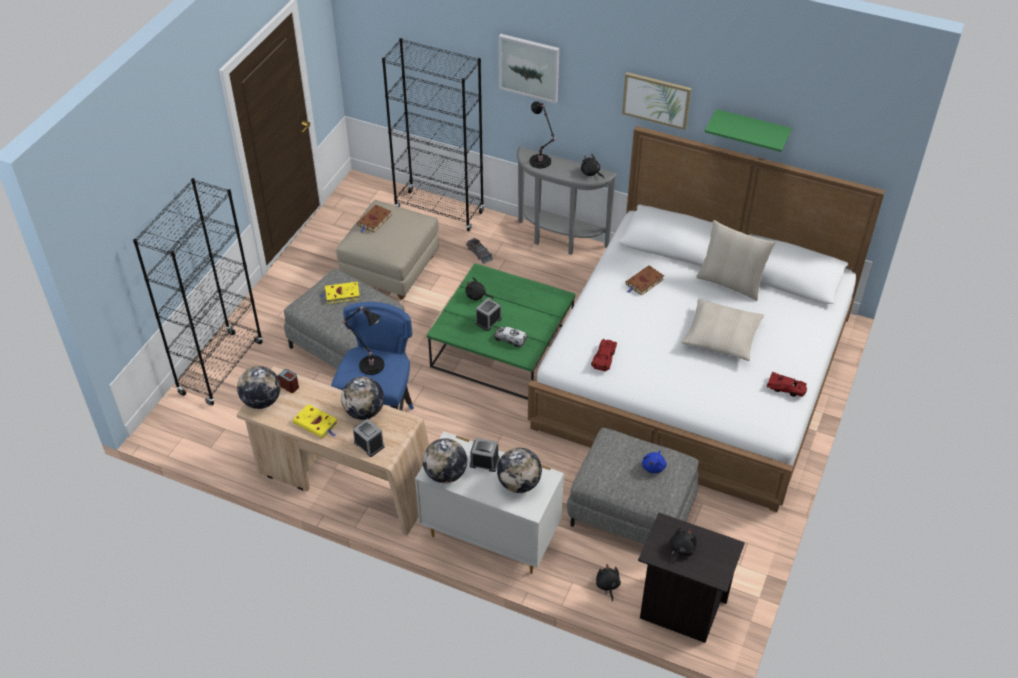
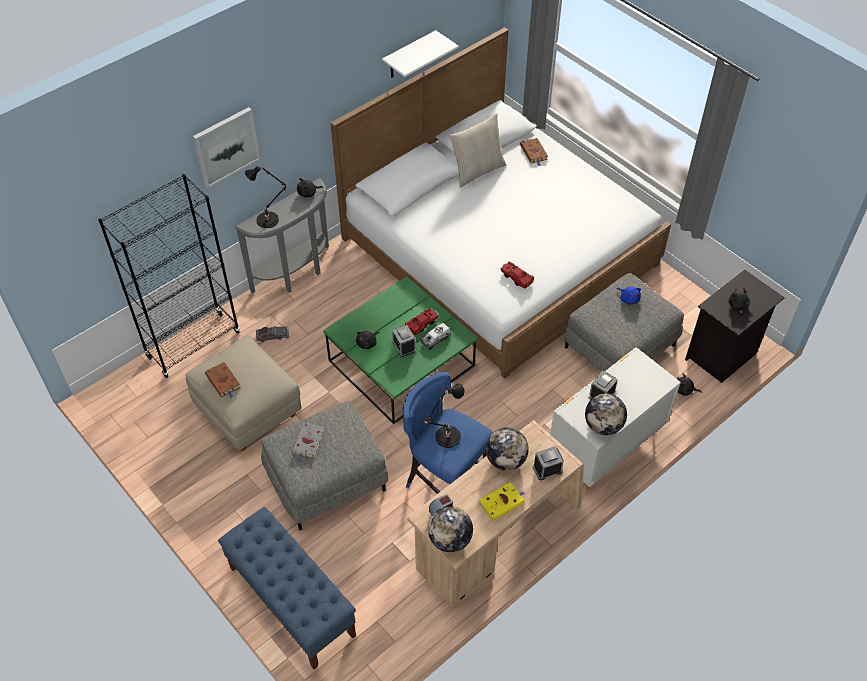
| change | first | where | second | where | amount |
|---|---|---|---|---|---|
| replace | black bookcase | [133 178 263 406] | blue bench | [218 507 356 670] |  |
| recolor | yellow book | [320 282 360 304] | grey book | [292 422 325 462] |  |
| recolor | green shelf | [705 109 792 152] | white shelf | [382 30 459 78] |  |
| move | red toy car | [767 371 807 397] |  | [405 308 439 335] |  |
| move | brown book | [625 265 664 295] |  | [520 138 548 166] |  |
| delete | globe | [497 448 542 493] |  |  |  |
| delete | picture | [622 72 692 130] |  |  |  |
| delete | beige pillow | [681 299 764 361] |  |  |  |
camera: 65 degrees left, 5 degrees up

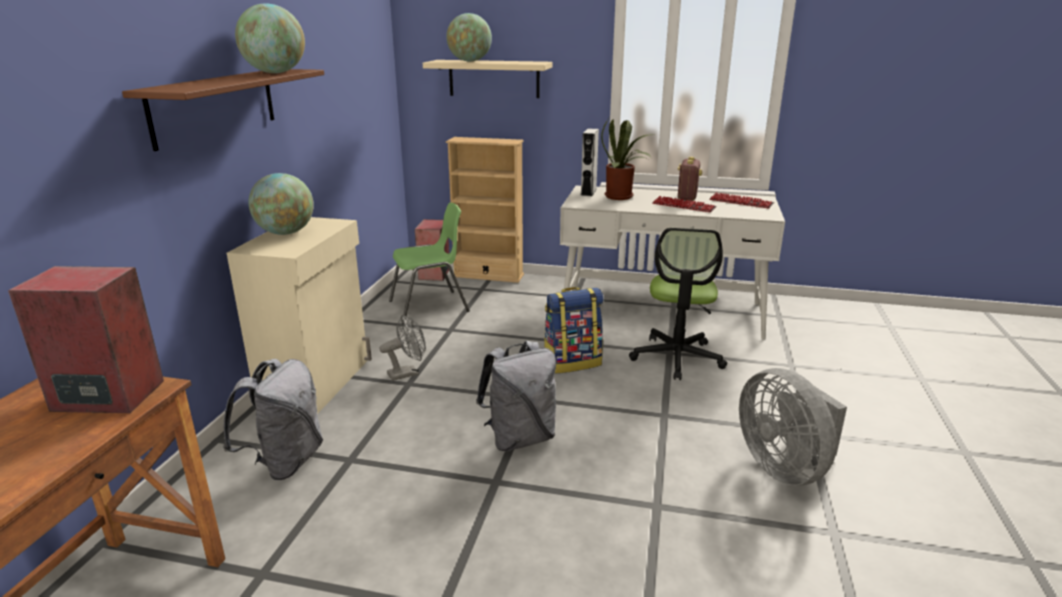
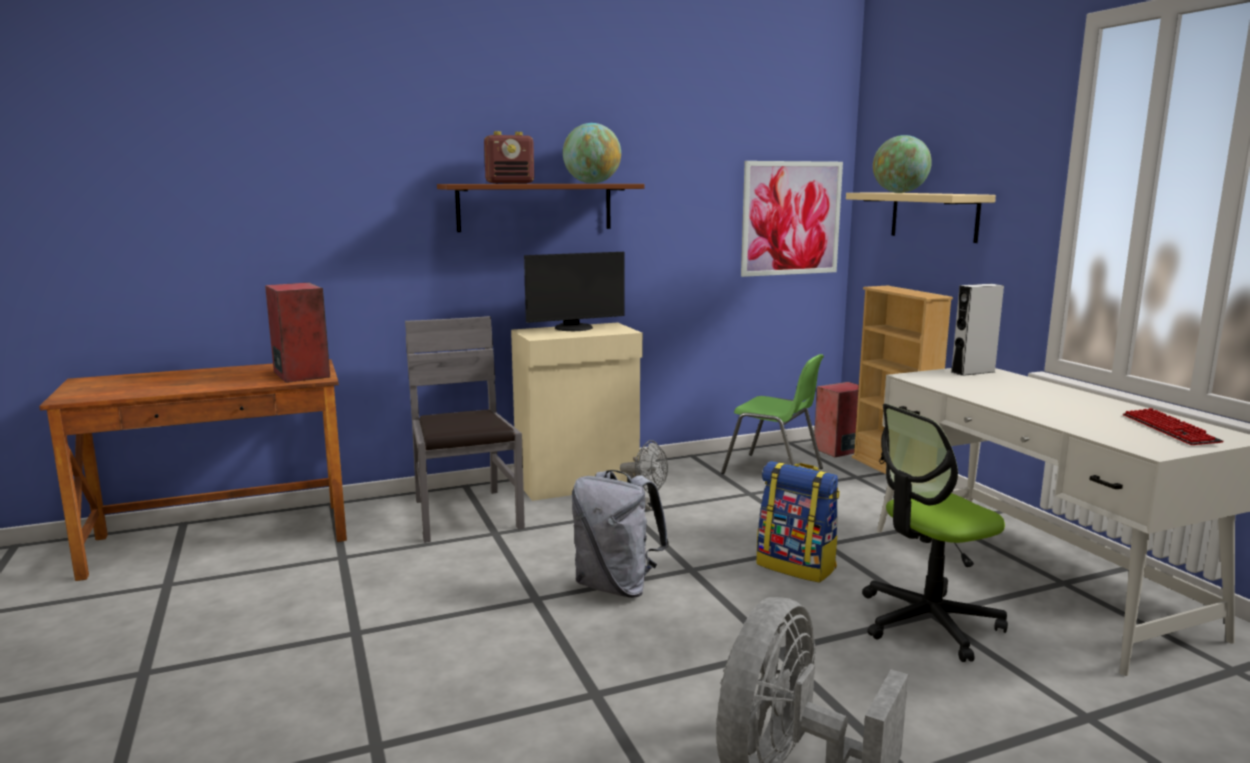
| change | first | where | second | where | amount |
|---|---|---|---|---|---|
| replace | grey backpack | [223 359 323 481] | grey chair | [405 316 525 543] |  |
| move | radio | [677 157 702 201] |  | [484 131 534 184] |  |
| replace | globe | [248 173 314 235] | monitor | [524 252 625 331] |  |
| insert |  |  | picture | [741 161 843 277] |  |
| delete | potted plant | [601 119 656 200] |  |  |  |
| delete | keyboard | [652 196 717 212] |  |  |  |
camera: 55 degrees right, 10 degrees down

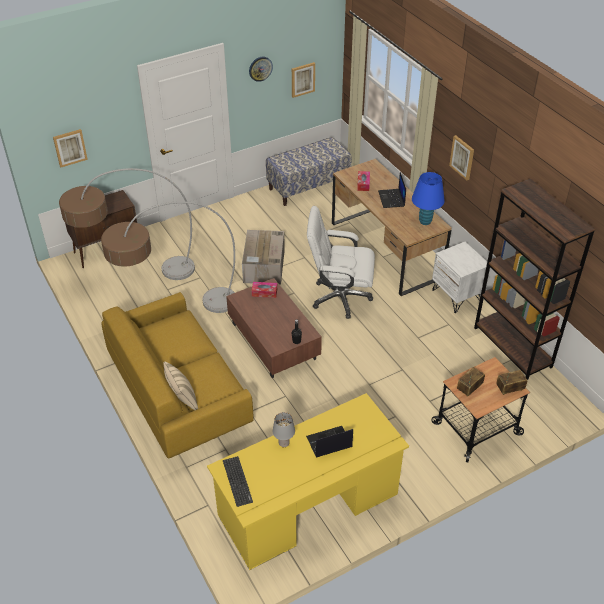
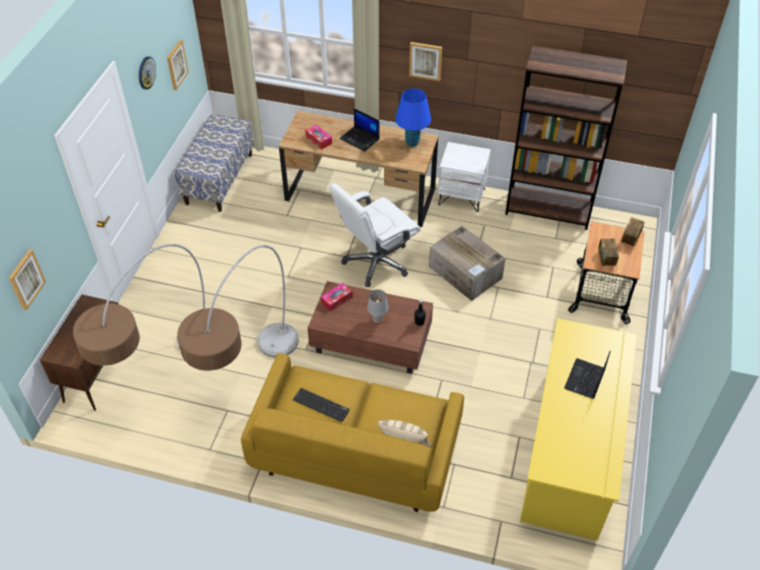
| change | first | where | second | where | amount |
|---|---|---|---|---|---|
| move | keyboard | [223 456 253 507] |  | [293 388 350 422] |  |
| move | grey table lamp | [273 412 295 447] |  | [367 289 389 323] |  |
| move | cardboard box | [242 230 285 285] |  | [429 225 506 301] |  |
camera: 45 degrees left, 5 degrees up

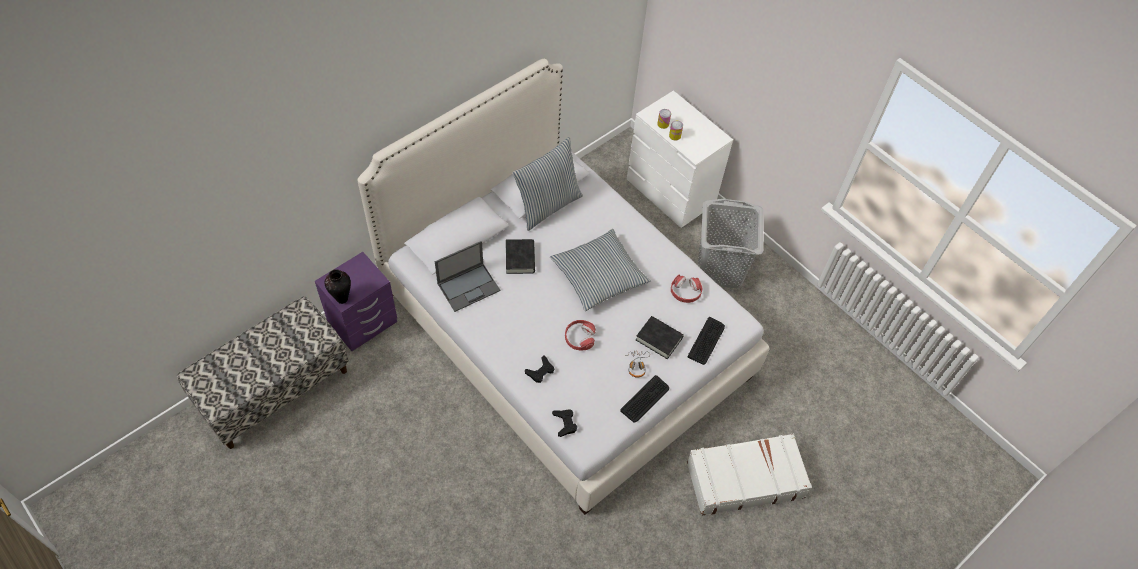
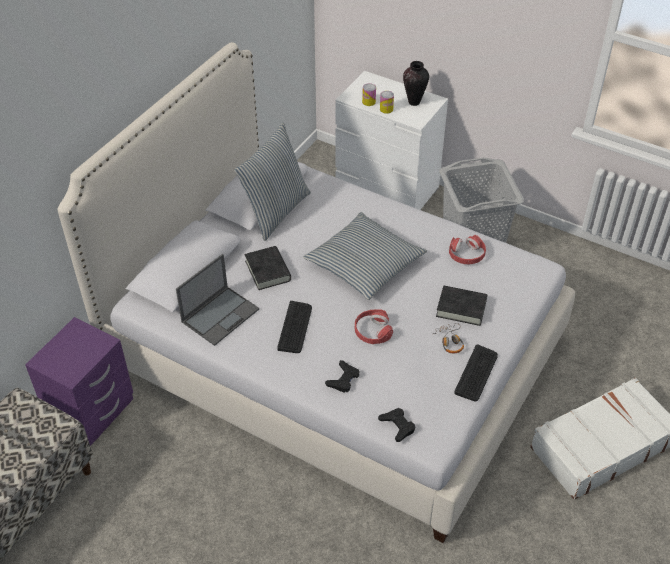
| change | first | where | second | where | amount |
|---|---|---|---|---|---|
| move | keyboard | [688 317 725 365] |  | [277 301 312 353] |  |
| move | vase | [325 269 351 304] |  | [403 61 429 106] |  |
camera: 15 degrees left, 10 degrees down

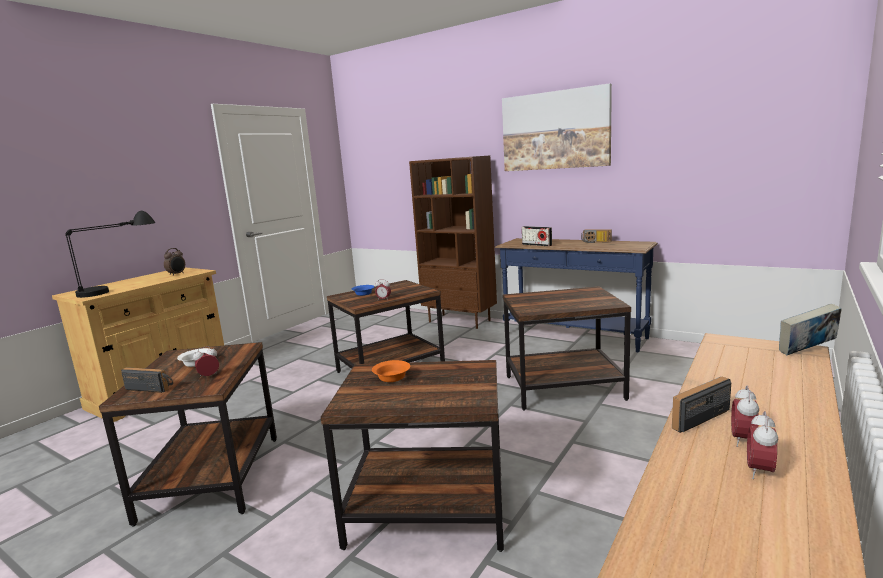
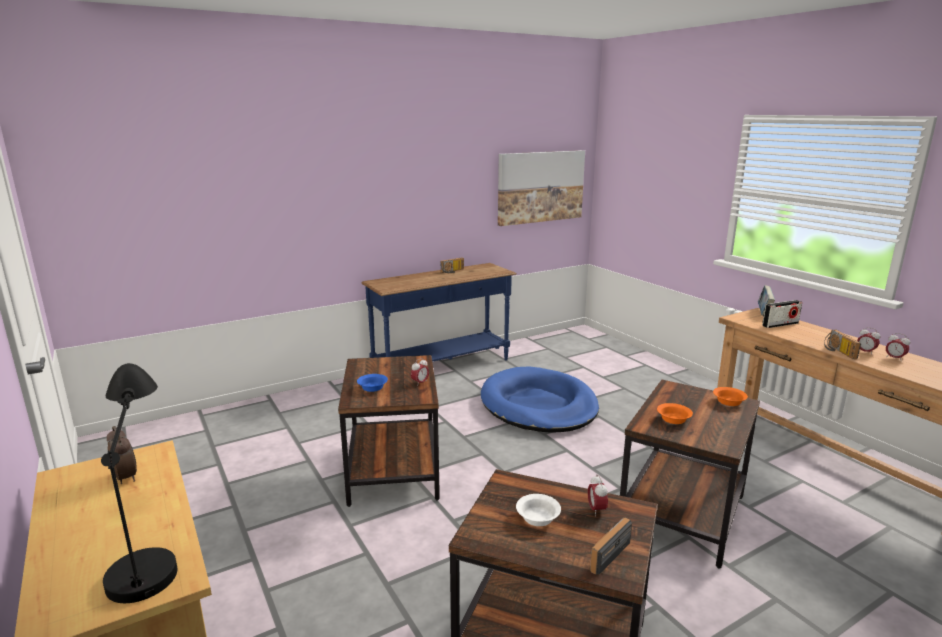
| change | first | where | second | where | amount |
|---|---|---|---|---|---|
| replace | brown side table | [503 286 631 411] | blue dog bed | [481 366 599 433] |  |
| move | picture | [502 83 612 171] |  | [498 150 585 226] |  |
| insert |  |  | orange bowl | [713 387 748 406] |  |
| move | radio | [522 226 552 246] |  | [762 300 802 328] |  |
| delete | brown bookcase | [409 155 497 329] |  |  |  |
camera: 65 degrees left, 5 degrees up

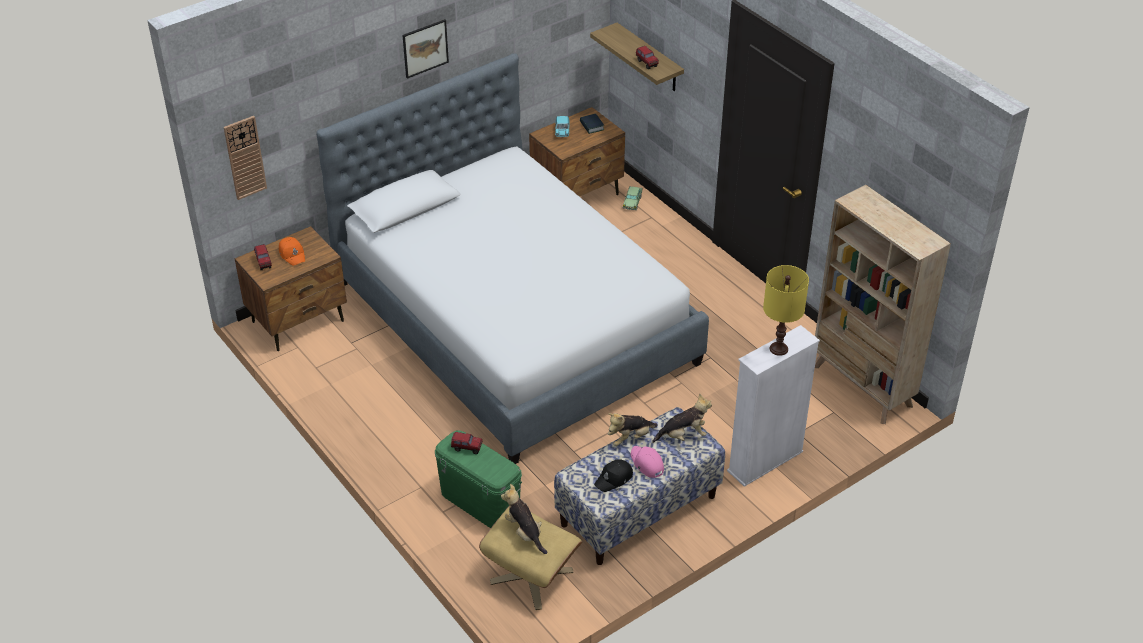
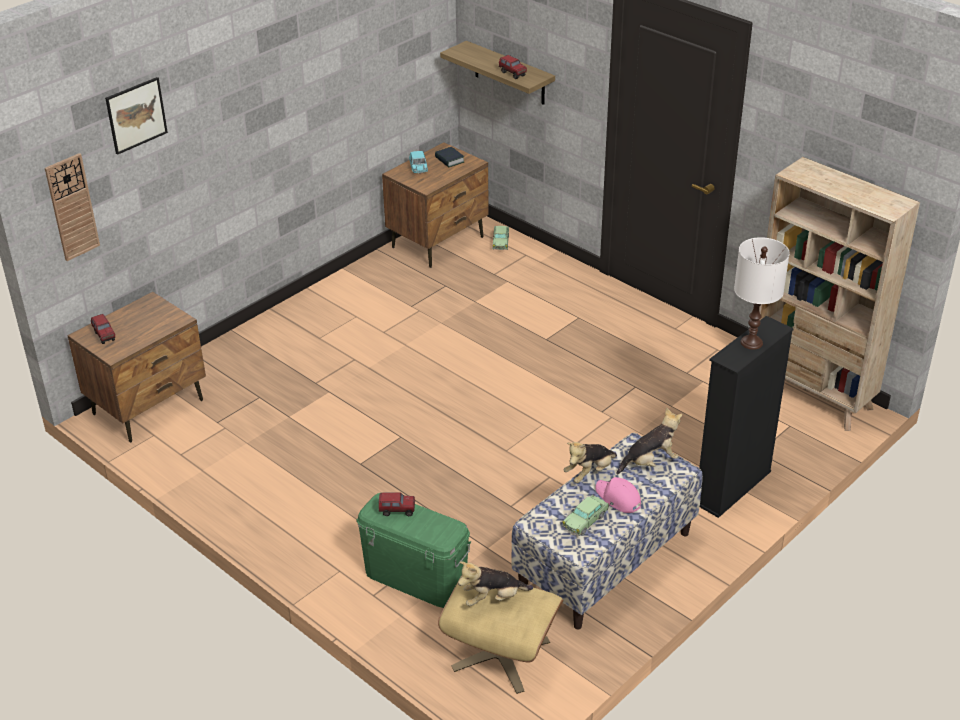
| change | first | where | second | where | amount |
|---|---|---|---|---|---|
| move | picture | [402 19 449 79] |  | [105 77 168 155] |  |
| rotate | plush toy | [501 484 547 554] |  | [458 561 533 606] | 60 degrees counterclockwise |
| replace | black cap | [594 459 633 492] | toy car | [562 495 609 536] |  |
| recolor | white bookcase | [727 325 820 487] | black bookcase | [699 316 794 518] |  |
| recolor | yellow table lamp | [763 265 809 356] | white table lamp | [734 237 790 350] |  |
| delete | orange cap | [279 237 305 266] |  |  |  |
| delete | bed | [316 53 709 464] |  |  |  |
camera: 10 degrees left, 5 degrees down

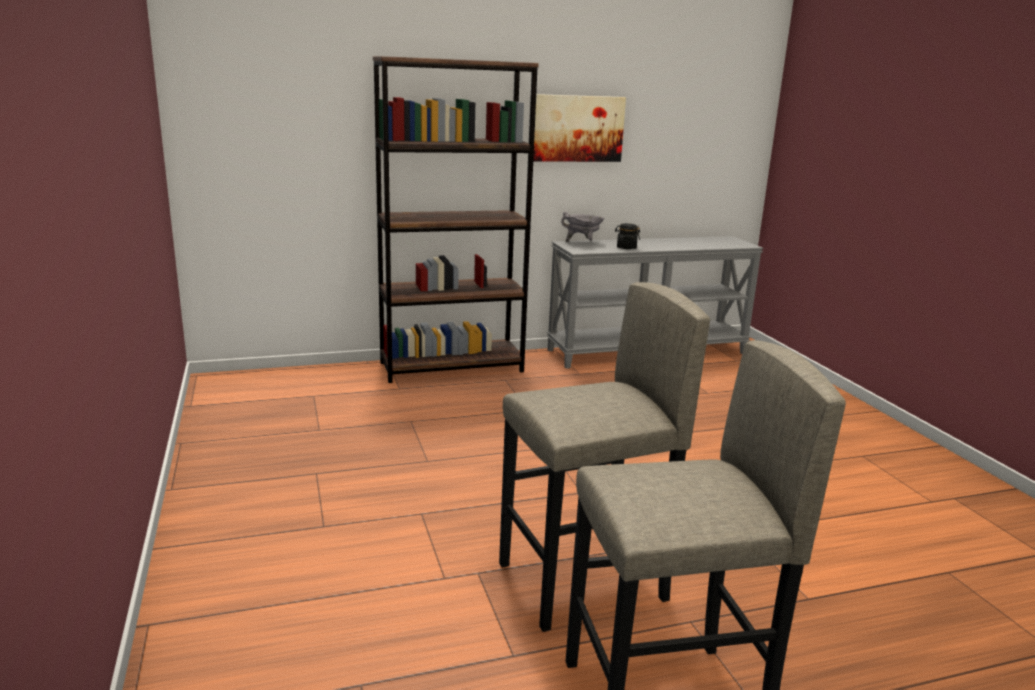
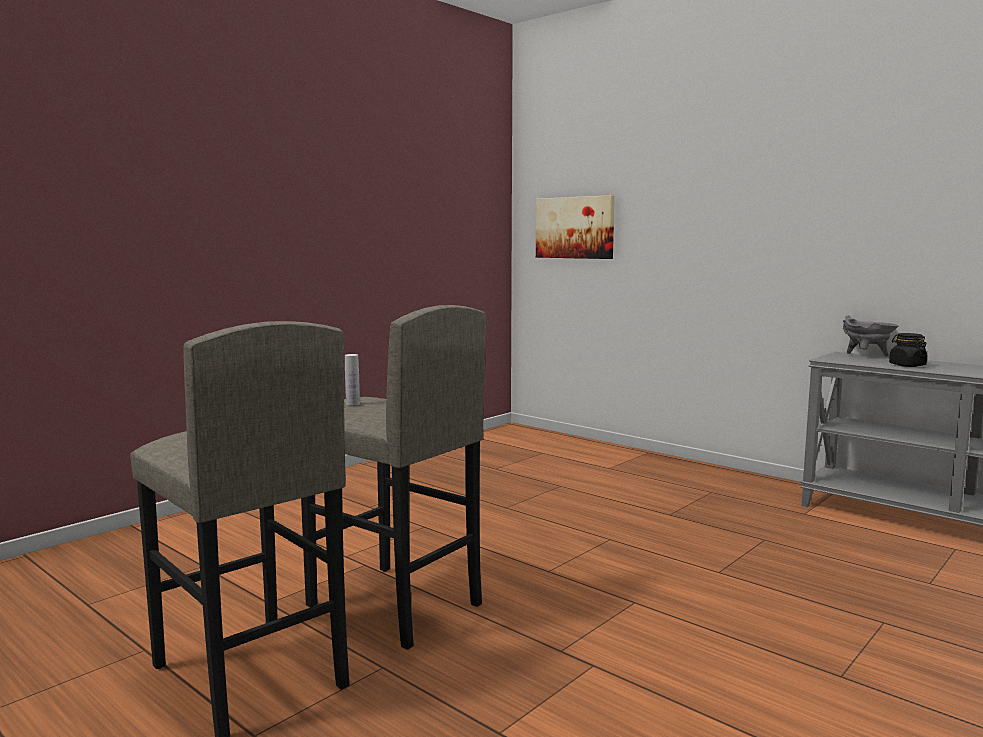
| change | first | where | second | where | amount |
|---|---|---|---|---|---|
| insert |  |  | white bottle | [345 354 360 406] |  |
| move | picture | [533 94 626 162] |  | [536 195 615 259] |  |
| delete | brown bookcase | [373 56 539 383] |  |  |  |
camera: 60 degrees right, 10 degrees down

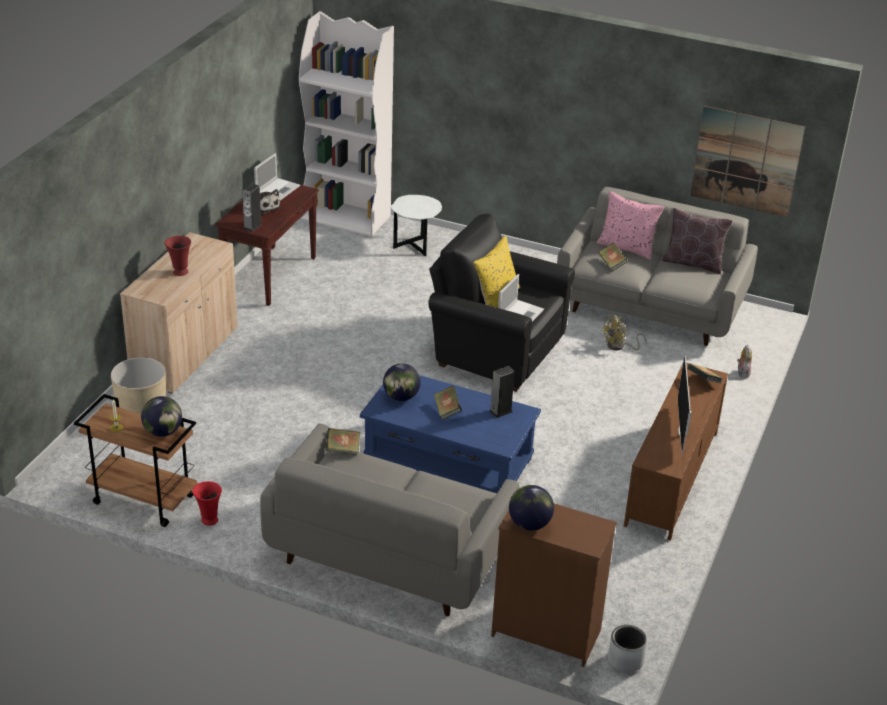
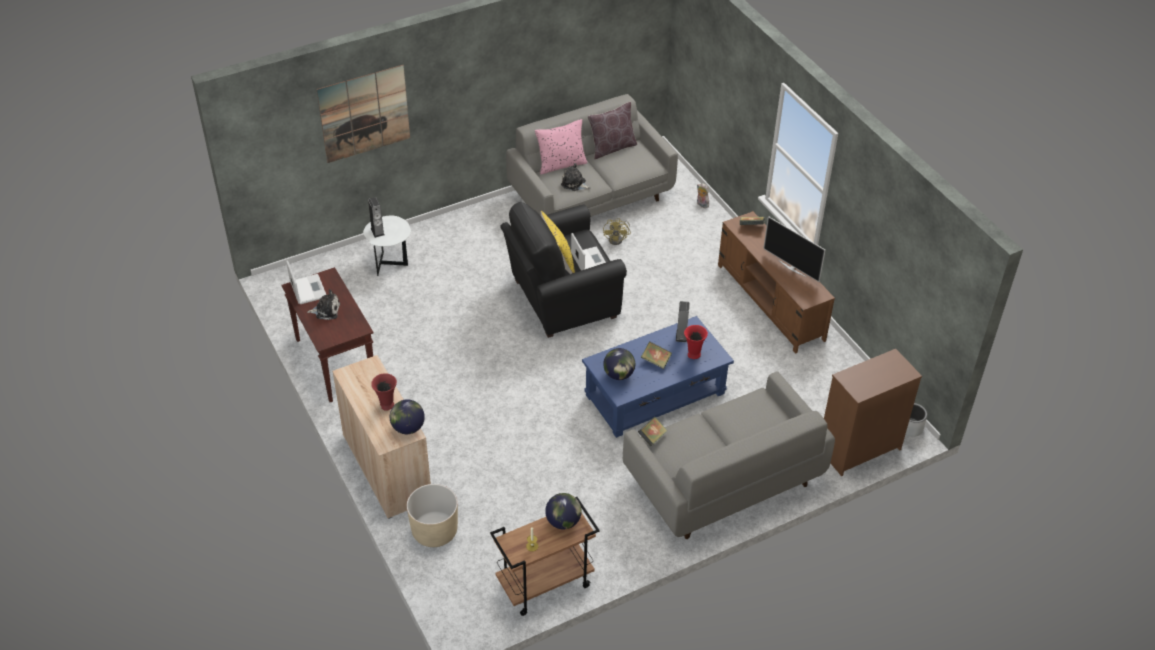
| change | first | where | second | where | amount |
|---|---|---|---|---|---|
| move | picture | [690 106 805 217] |  | [317 65 410 163] |  |
| move | speaker | [242 184 262 232] |  | [368 197 385 238] |  |
| move | globe | [509 485 554 531] |  | [390 399 425 434] |  |
| replace | book | [598 243 628 272] | plush toy | [561 163 591 191] |  |
| move | red vase | [193 481 222 526] |  | [684 325 708 359] |  |
| delete | white bookcase | [299 11 394 236] |  |  |  |
camera: 50 degrees left, 10 degrees up

